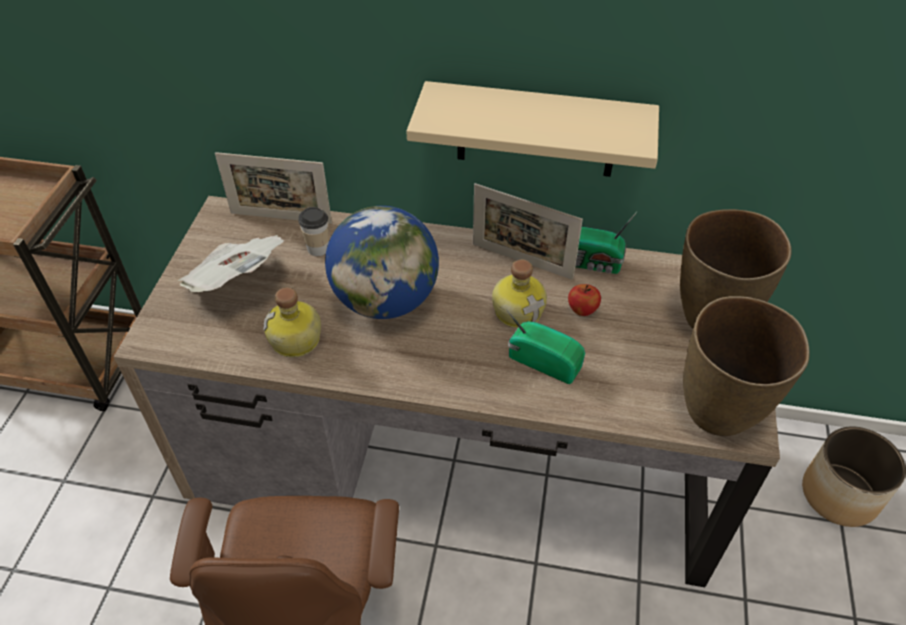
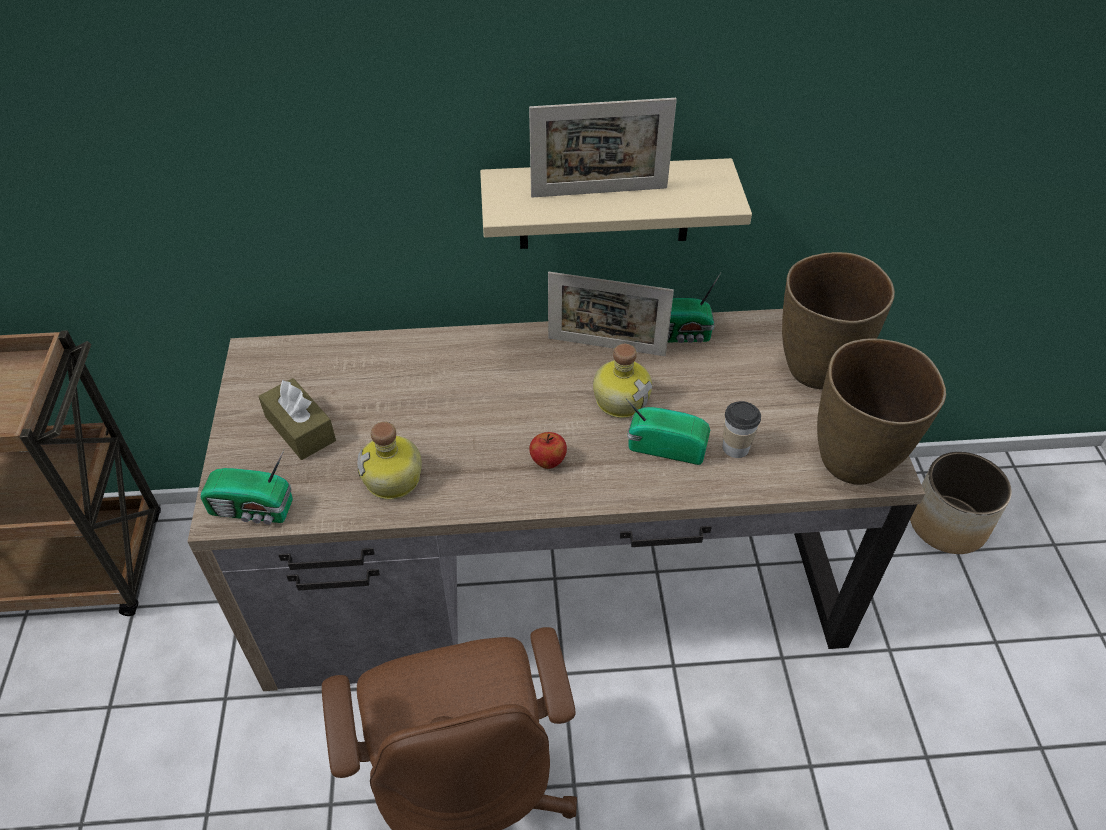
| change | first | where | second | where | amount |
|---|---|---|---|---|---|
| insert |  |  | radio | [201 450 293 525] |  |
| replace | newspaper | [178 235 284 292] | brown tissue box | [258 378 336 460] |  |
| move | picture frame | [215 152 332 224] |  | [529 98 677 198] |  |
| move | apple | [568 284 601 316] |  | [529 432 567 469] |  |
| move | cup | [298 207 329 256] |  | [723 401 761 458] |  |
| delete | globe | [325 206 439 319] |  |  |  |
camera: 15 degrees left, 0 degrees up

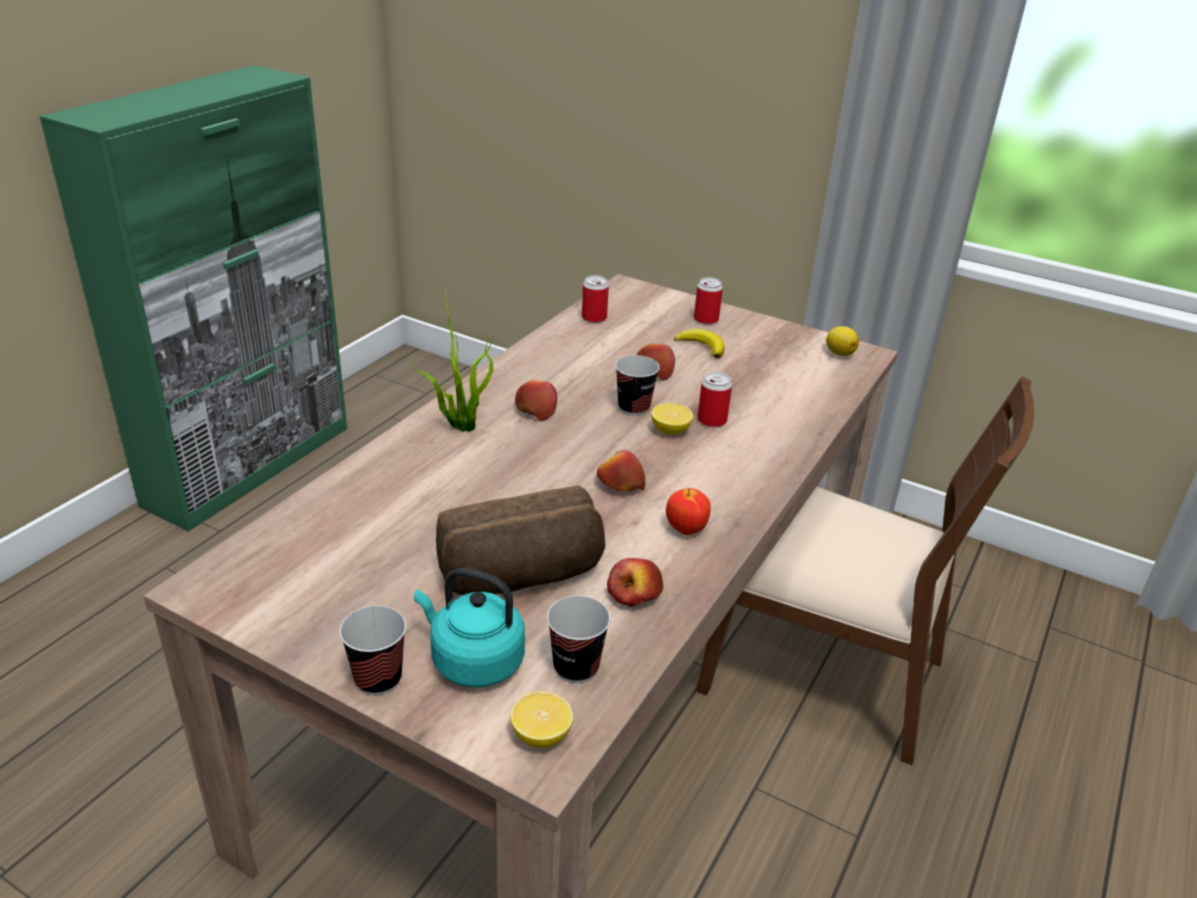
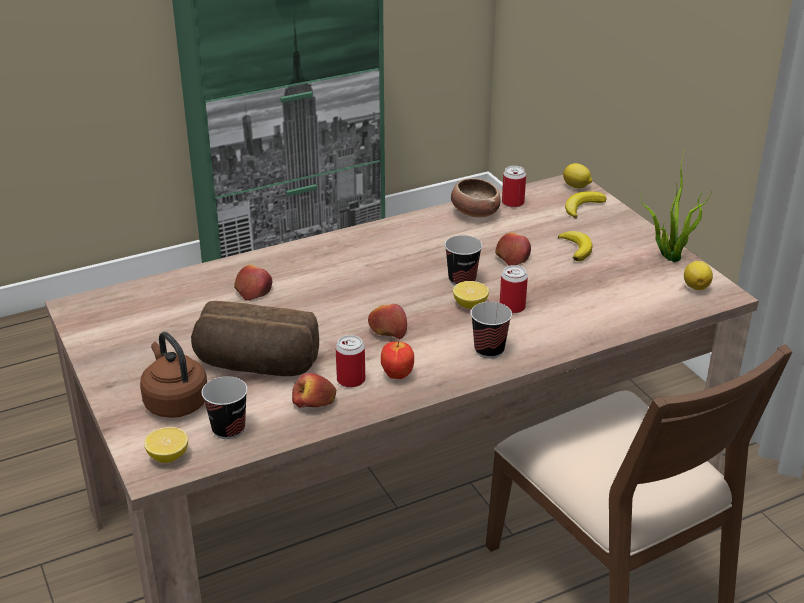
| change | first | where | second | where | amount |
|---|---|---|---|---|---|
| recolor | turquoise kettle | [414 568 525 687] | brown kettle | [140 332 207 418] |  |
| move | apple | [515 380 557 421] |  | [234 265 272 301] |  |
| move | can | [694 277 723 324] |  | [335 335 365 388] |  |
| insert |  |  | bowl | [451 178 501 218] |  |
| move | cup | [339 606 406 695] |  | [471 302 512 359] |  |
| insert |  |  | lemon | [563 163 592 188] |  |
| insert |  |  | banana | [565 191 607 218] |  |
| move | potted plant | [410 289 493 432] |  | [641 149 711 262] |  |
camera: 35 degrees right, 0 degrees up

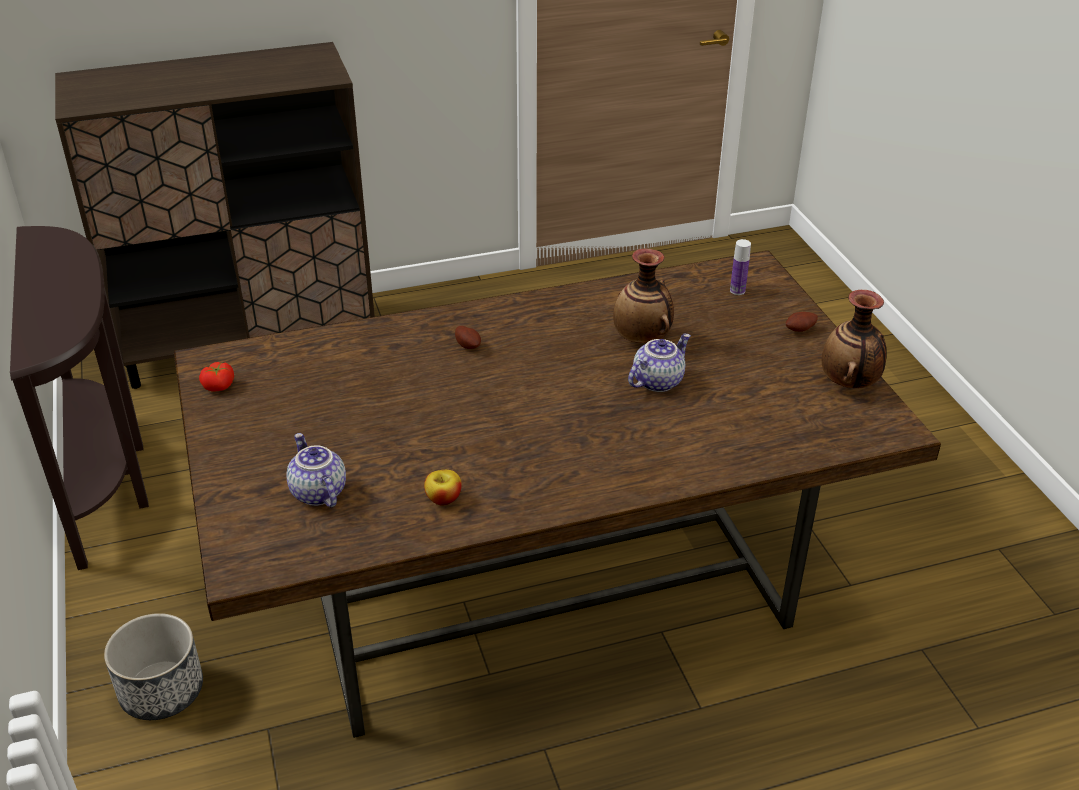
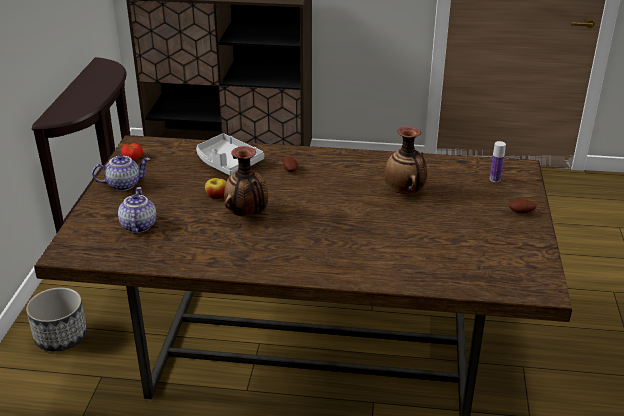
| change | first | where | second | where | amount |
|---|---|---|---|---|---|
| move | teapot | [628 334 691 392] |  | [92 155 150 191] |  |
| insert |  |  | grey tray | [196 133 264 175] |  |
| move | apple | [424 470 462 506] |  | [205 178 226 199] |  |
| move | vase | [821 290 887 388] |  | [224 146 268 217] |  |
camera: 25 degrees right, 5 degrees down

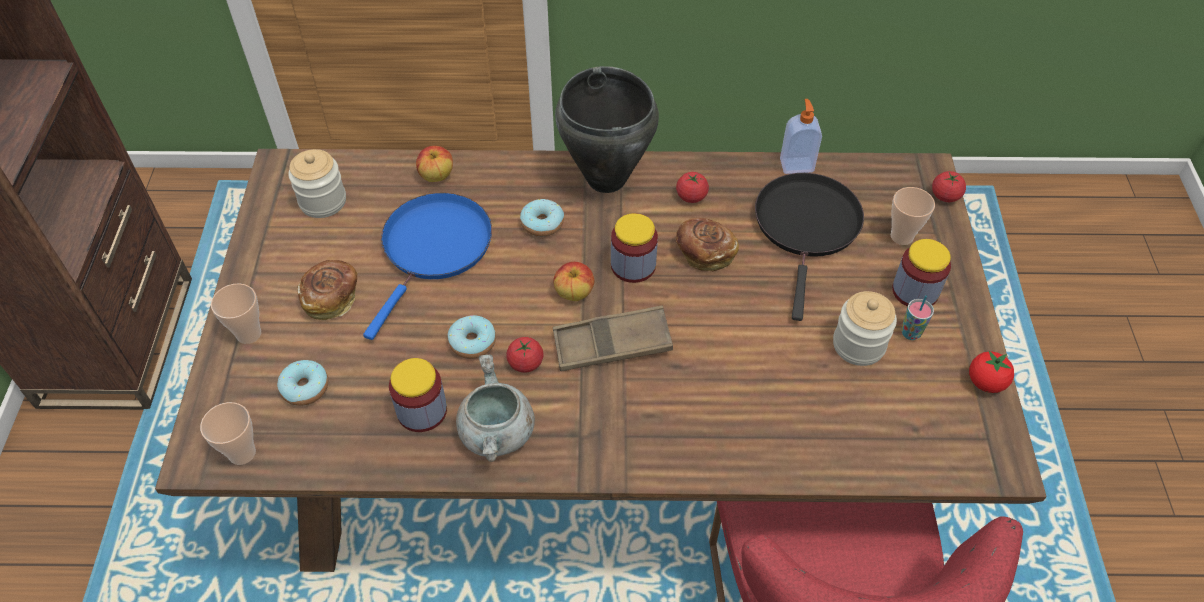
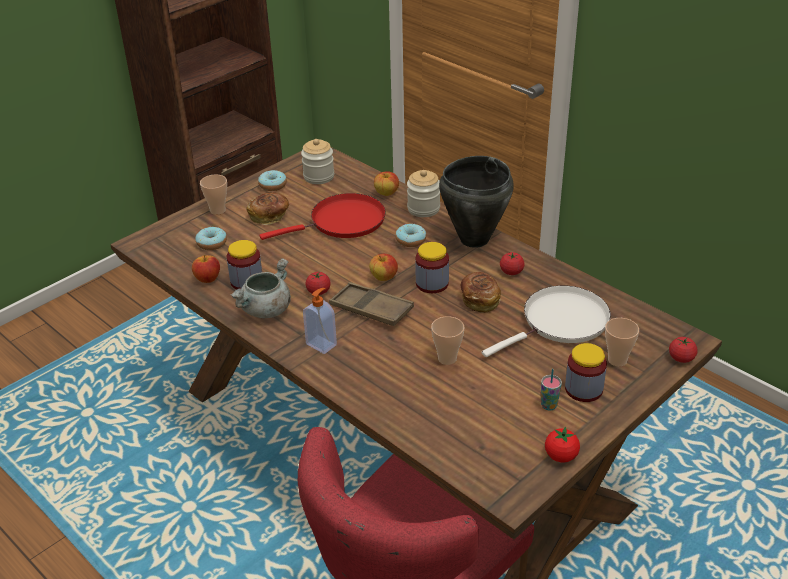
| change | first | where | second | where | amount |
|---|---|---|---|---|---|
| insert |  |  | apple | [192 255 220 283] |  |
| move | donut | [448 315 496 359] |  | [258 170 287 191] |  |
| recolor | blue frying pan | [363 193 492 340] | red frying pan | [259 193 386 240] |  |
| move | soap dispenser | [780 99 822 174] |  | [303 288 337 354] |  |
| move | jar | [833 291 897 366] |  | [407 170 440 217] |  |
| move | cup | [200 402 256 465] |  | [431 316 464 365] |  |
| recolor | black frying pan | [755 173 864 321] | white frying pan | [482 285 611 357] |  |
camera: 45 degrees right, 15 degrees down

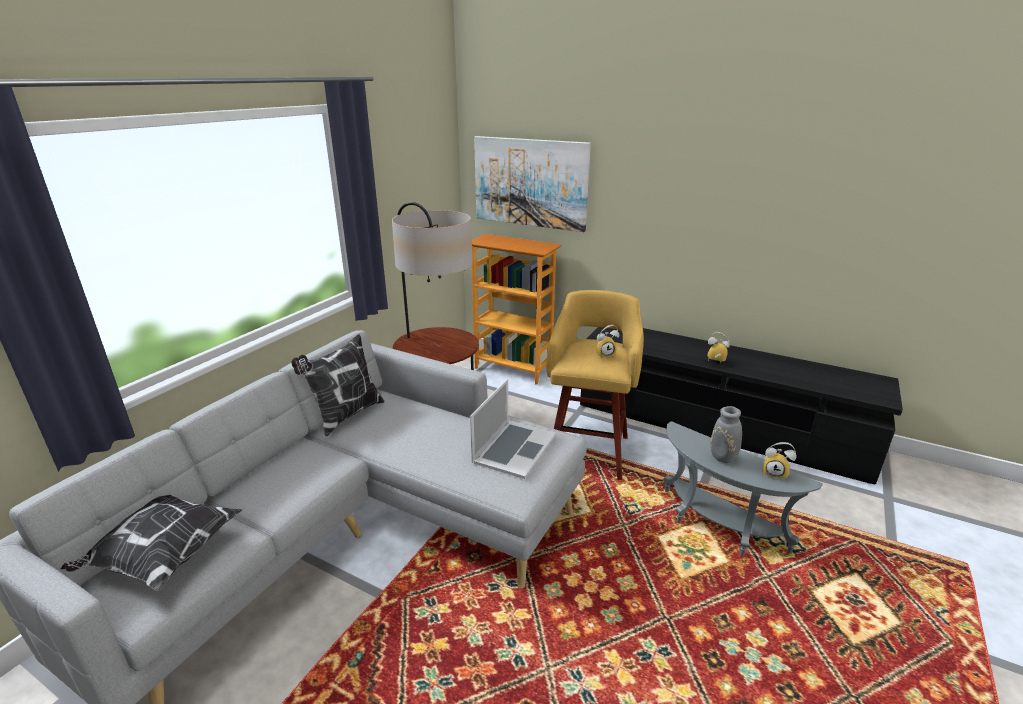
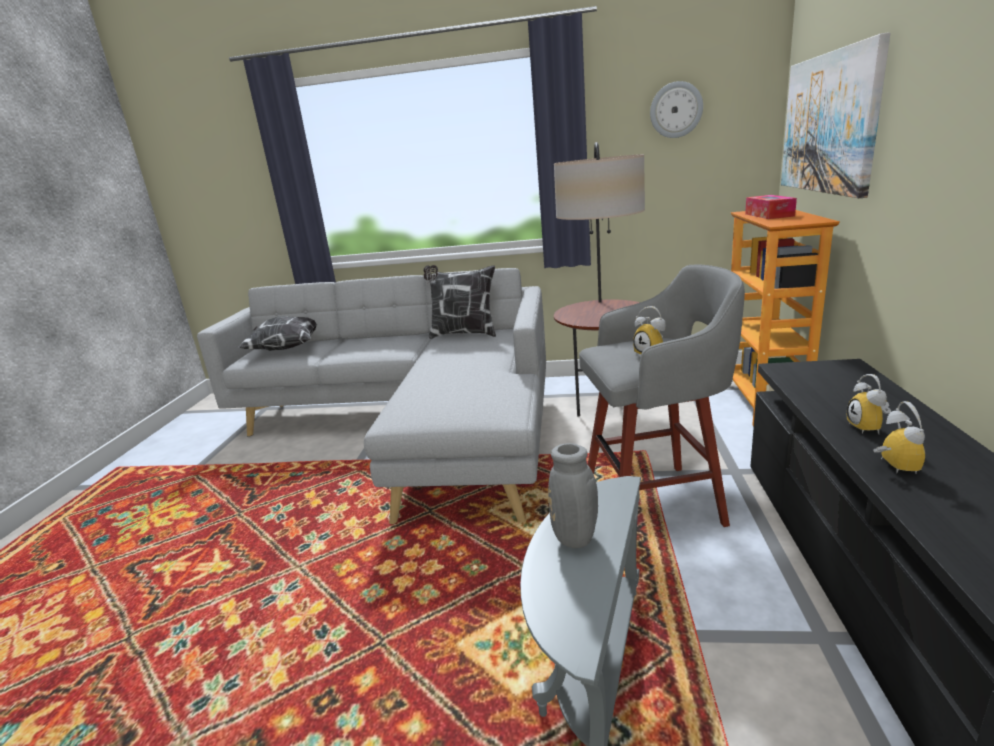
| change | first | where | second | where | amount |
|---|---|---|---|---|---|
| recolor | yellow stool | [547 290 644 480] | grey stool | [579 265 745 527] |  |
| insert |  |  | wall clock | [650 81 703 138] |  |
| insert |  |  | tissue box | [745 195 797 219] |  |
| move | alarm clock | [763 442 797 479] |  | [847 374 891 434] |  |
| delete | laptop | [470 379 556 479] |  |  |  |
camera: 70 degrees right, 5 degrees down

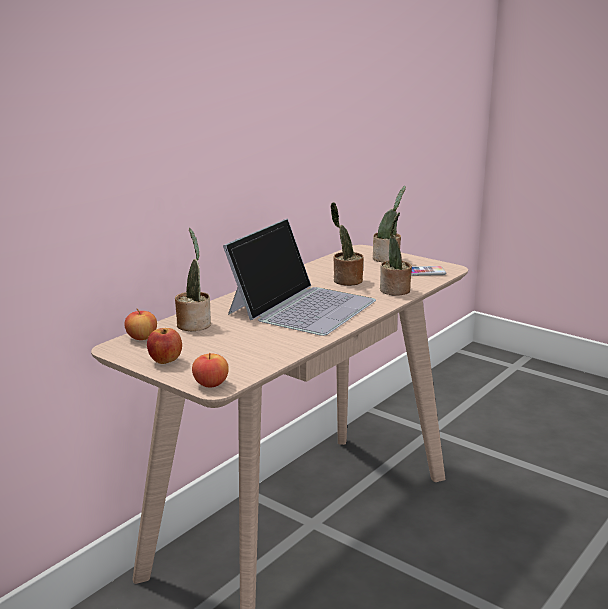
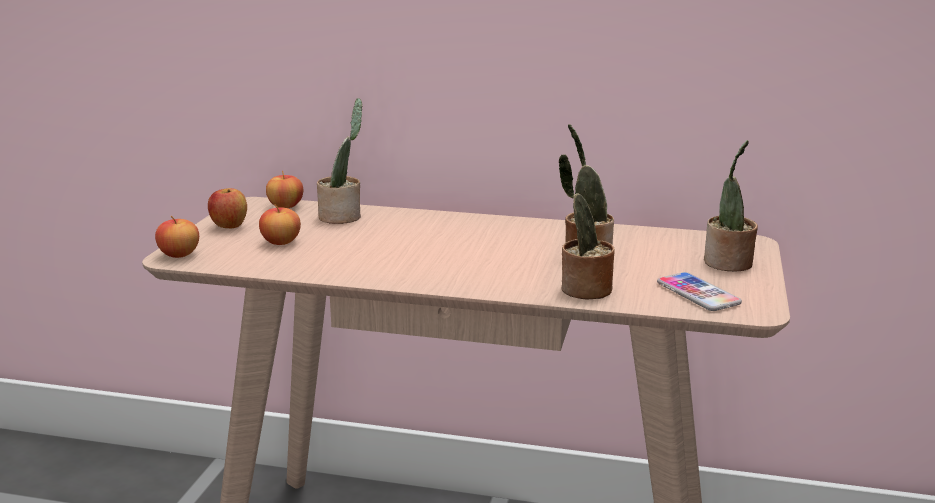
| change | first | where | second | where | amount |
|---|---|---|---|---|---|
| insert |  |  | apple | [259 204 301 245] |  |
| delete | laptop | [223 218 376 336] |  |  |  |
camera: 65 degrees right, 0 degrees up

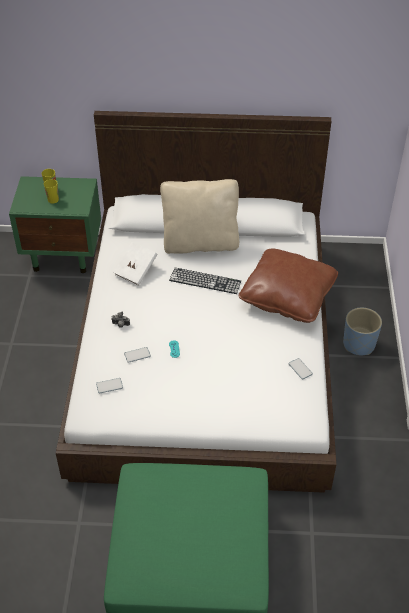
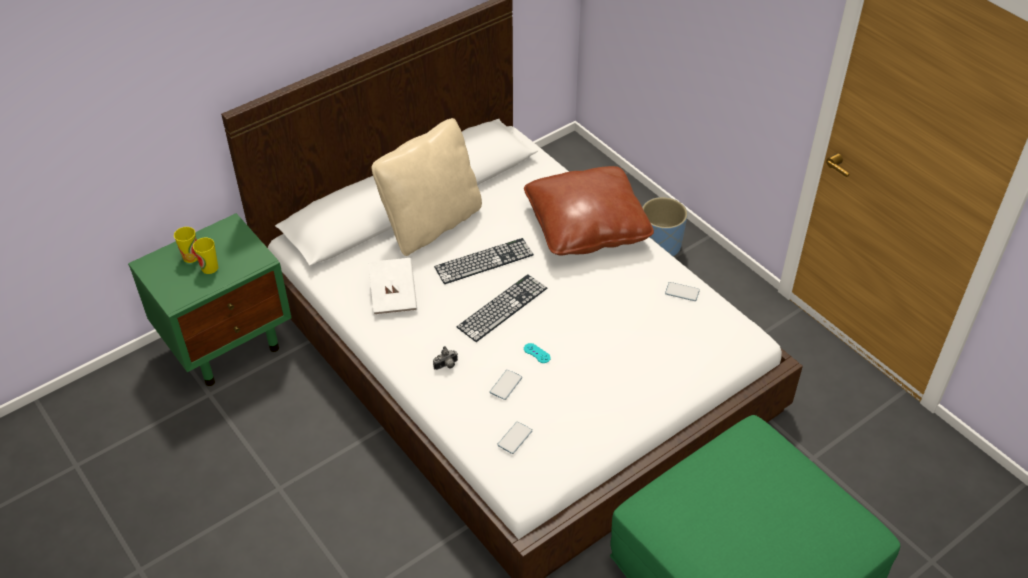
| change | first | where | second | where | amount |
|---|---|---|---|---|---|
| insert |  |  | keyboard | [457 275 547 342] |  |
camera: 40 degrees left, 0 degrees up

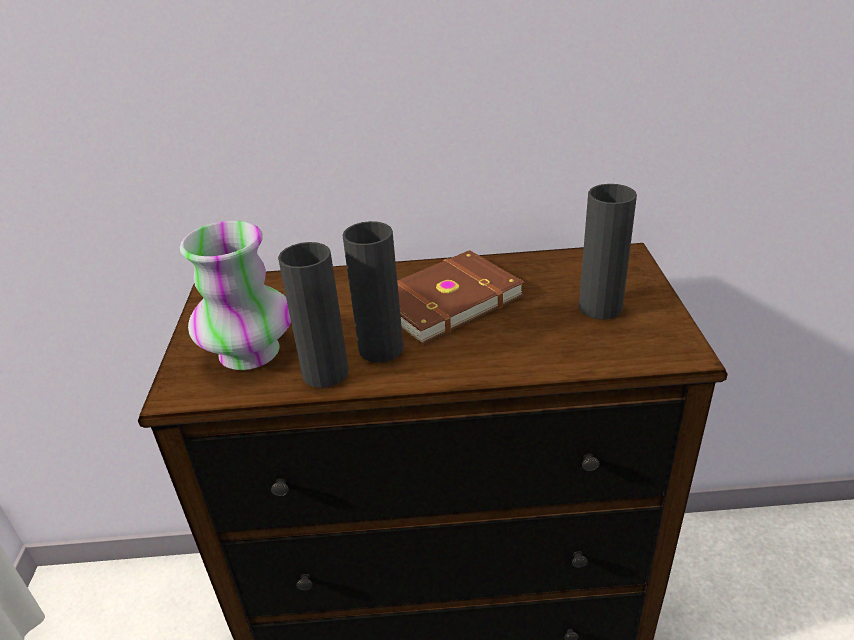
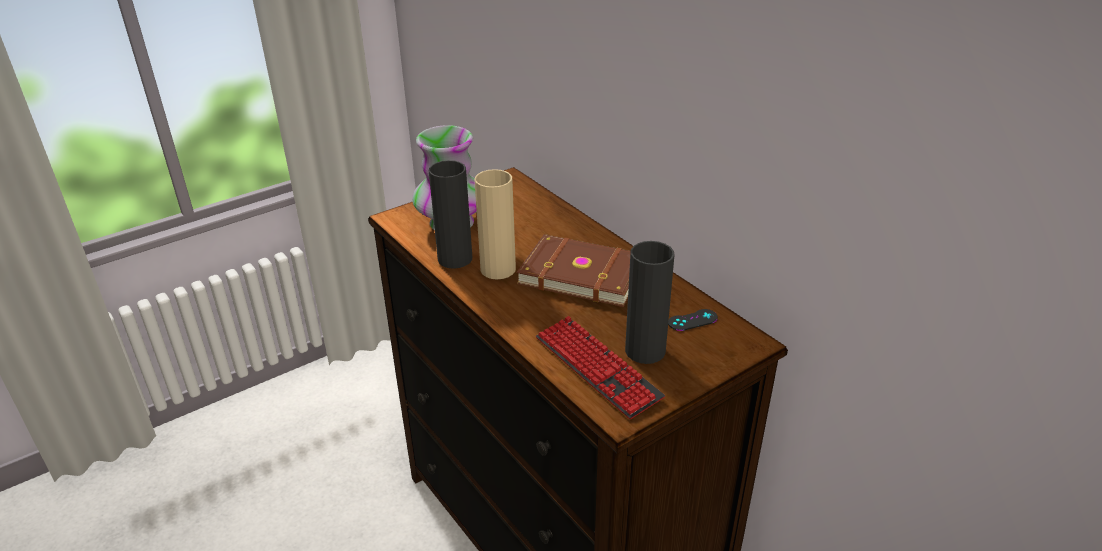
| change | first | where | second | where | amount |
|---|---|---|---|---|---|
| recolor | black vase | [342 221 403 363] | beige vase | [474 169 516 279] |  |
| insert |  |  | keyboard | [536 316 665 419] |  |
| insert |  |  | black game controller | [668 309 718 331] |  |
camera: 55 degrees right, 0 degrees up

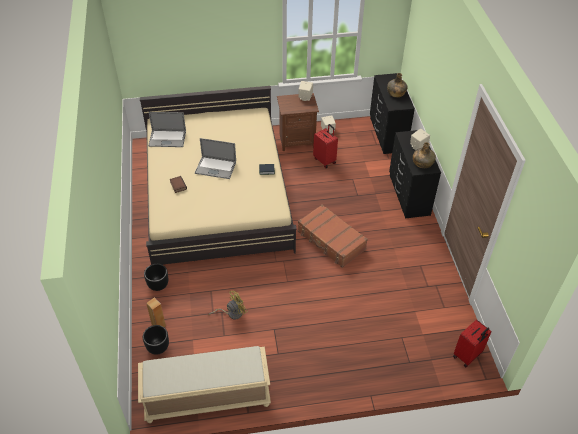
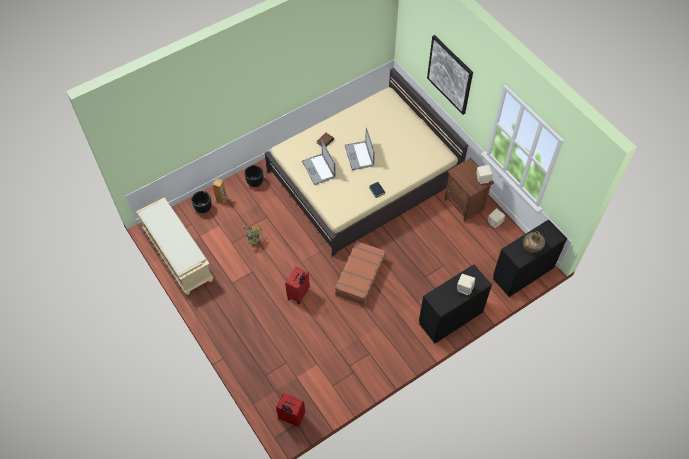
| change | first | where | second | where | amount |
|---|---|---|---|---|---|
| move | red suitcase | [313 124 338 168] |  | [285 267 310 304] |  |
| move | laptop | [148 112 186 147] |  | [302 140 336 185] |  |
| insert |  |  | picture | [427 35 473 115] |  |
| delete | green bottle | [413 142 436 168] |  |  |  |
camera: 65 degrees right, 10 degrees up

